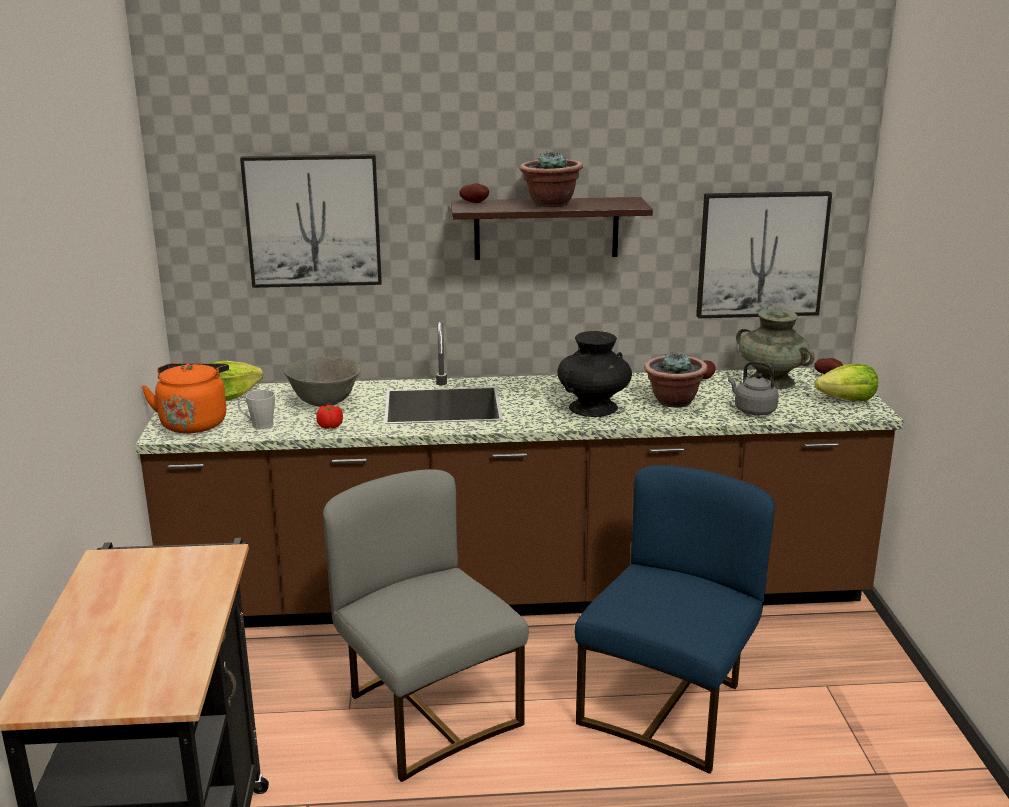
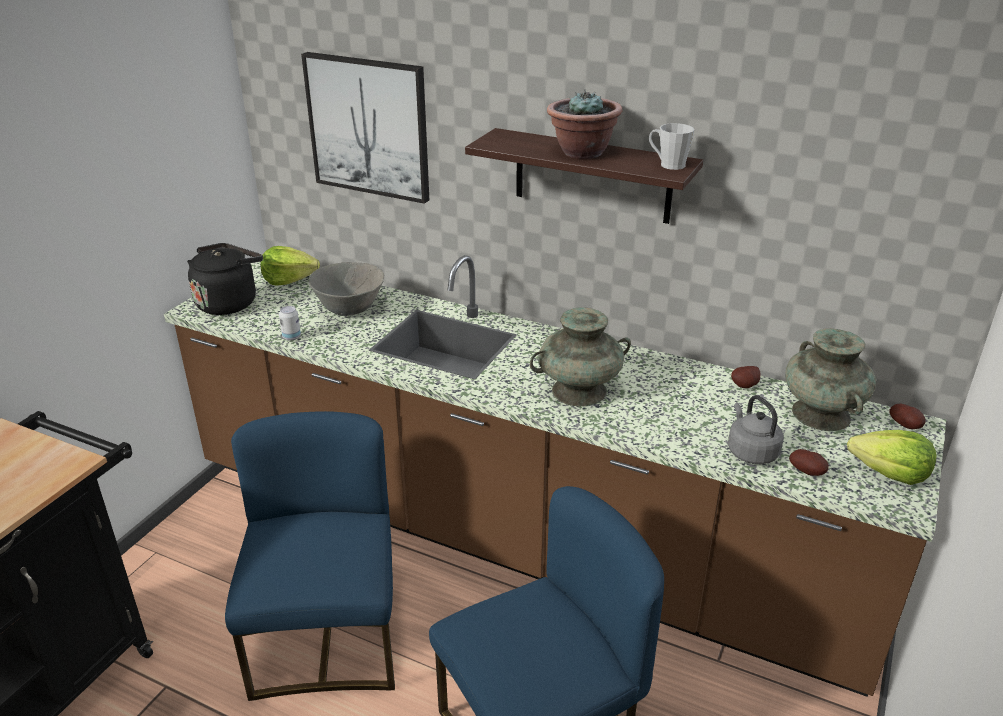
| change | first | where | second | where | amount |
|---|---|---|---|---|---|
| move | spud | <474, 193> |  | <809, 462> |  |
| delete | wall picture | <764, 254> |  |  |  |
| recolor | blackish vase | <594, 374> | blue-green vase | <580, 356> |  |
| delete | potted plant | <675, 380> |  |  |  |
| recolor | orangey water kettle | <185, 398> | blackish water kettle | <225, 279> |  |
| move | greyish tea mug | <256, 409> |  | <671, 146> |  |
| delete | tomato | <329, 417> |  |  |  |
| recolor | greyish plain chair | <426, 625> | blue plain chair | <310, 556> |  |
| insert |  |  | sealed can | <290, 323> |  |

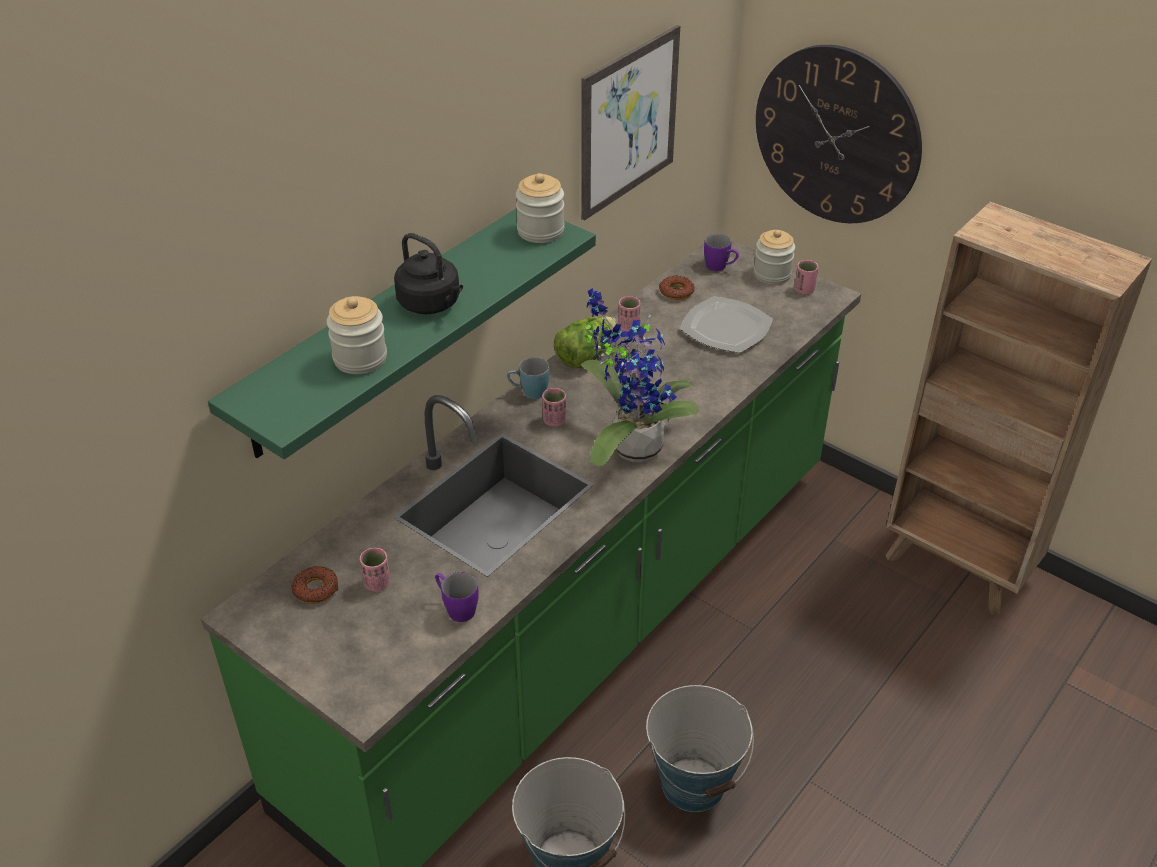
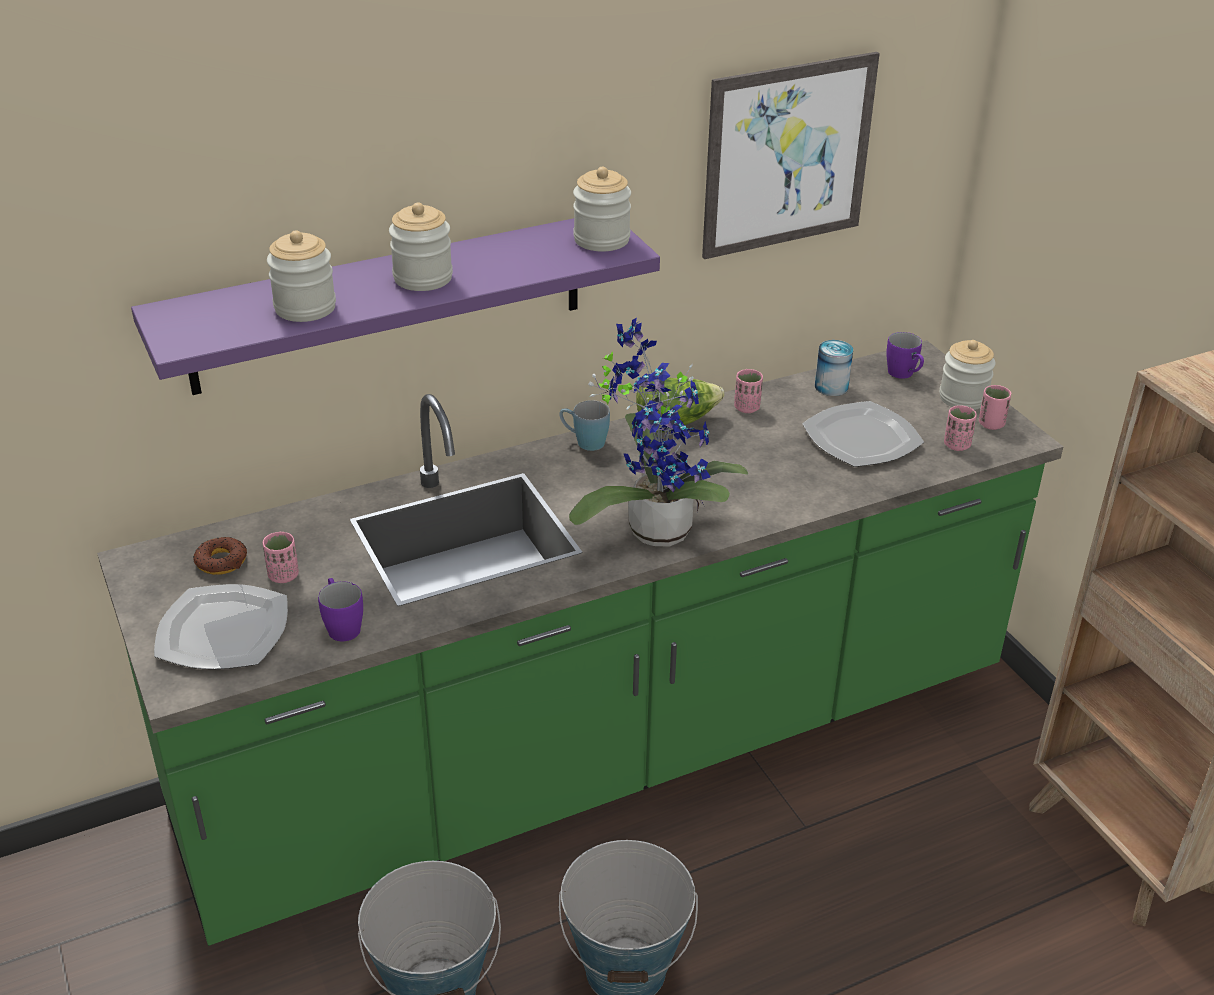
| change | first | where | second | where | amount |
|---|---|---|---|---|---|
| delete | wall clock | <839, 134> |  |  |  |
| recolor | green shelf | <402, 333> | purplish shelf | <395, 306> |  |
| replace | blackish water kettle | <428, 273> | storage jar | <421, 246> |  |
| replace | donut | <677, 288> | sealed can | <834, 368> |  |
| move | pink-coloured drinking cup | <554, 407> |  | <960, 428> |  |
| insert |  |  | dinner plate | <221, 627> |  |

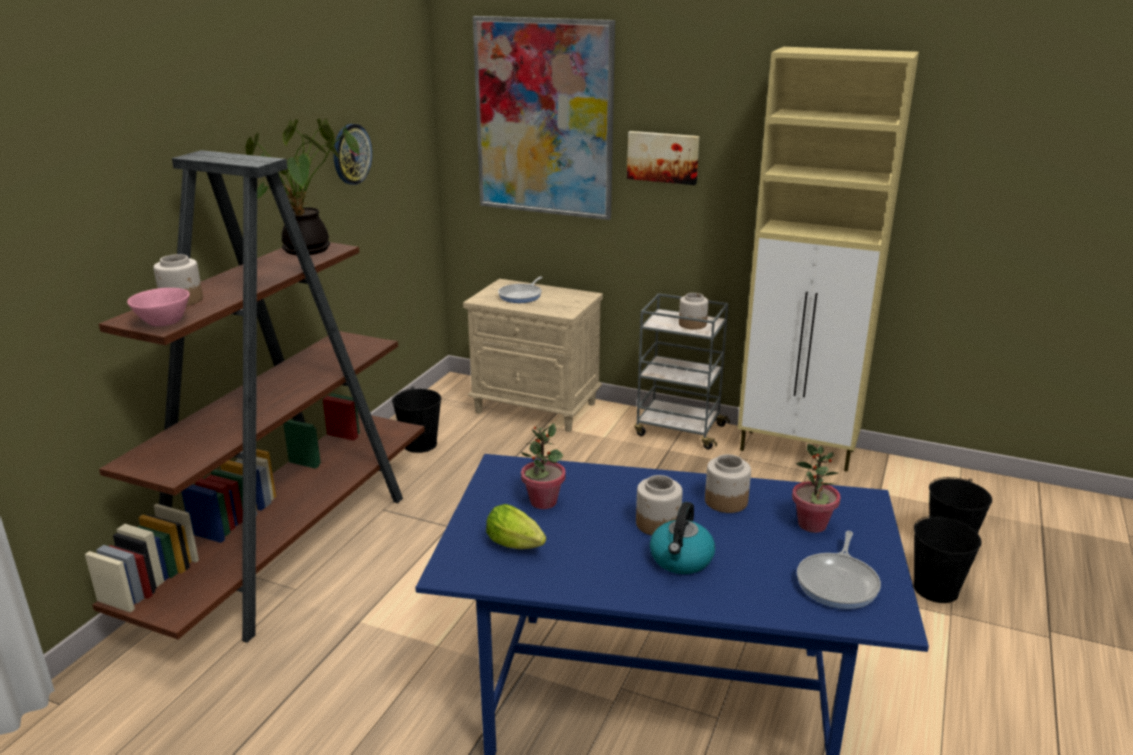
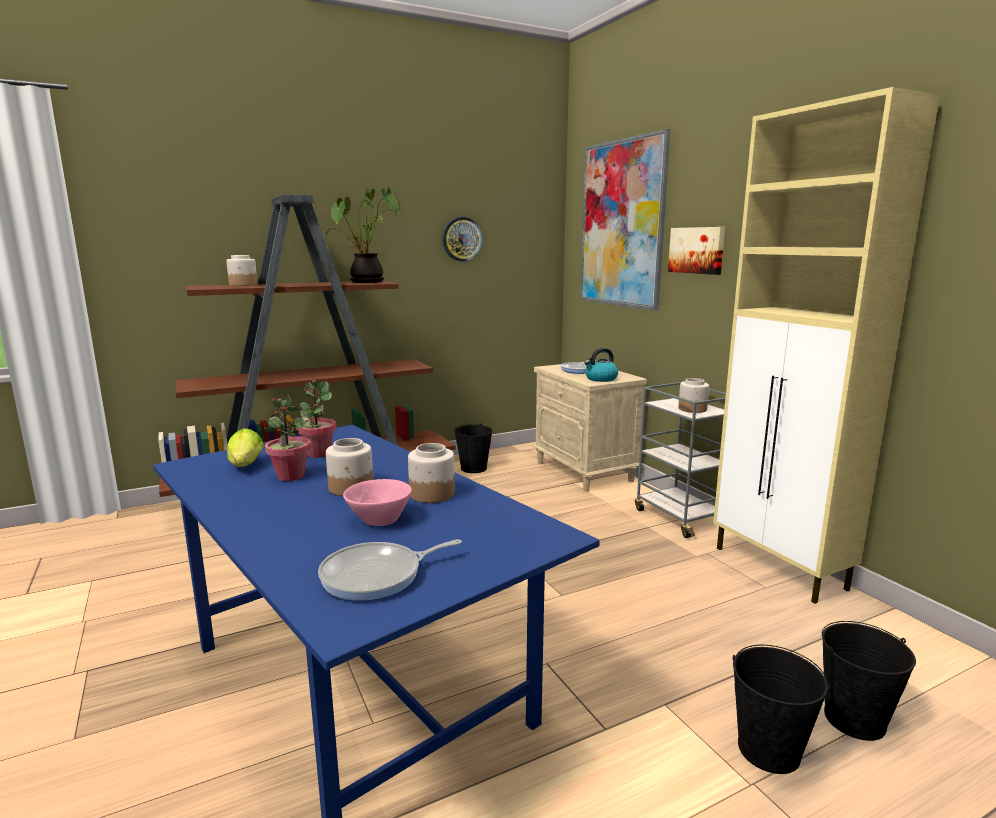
| change | first | where | second | where | amount |
|---|---|---|---|---|---|
| move | pink-coloured deep dish | <158, 307> |  | <377, 502> |  |
| move | potted plant | <816, 488> |  | <287, 437> |  |
| move | water kettle | <682, 538> |  | <601, 365> |  |

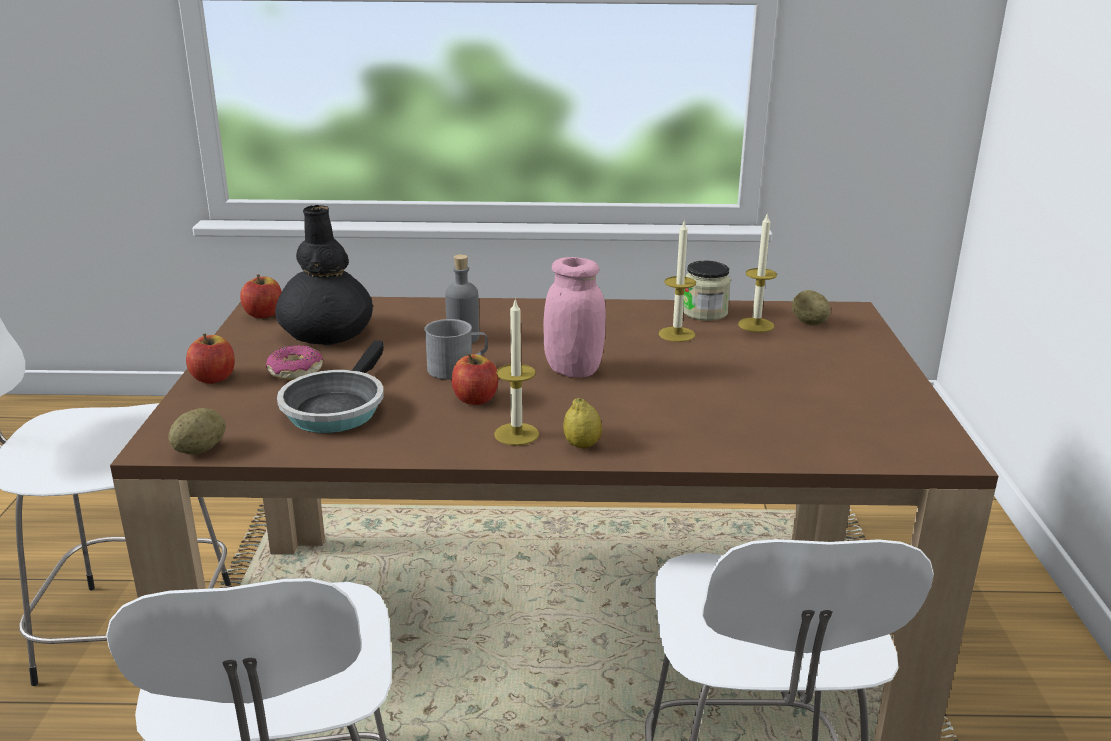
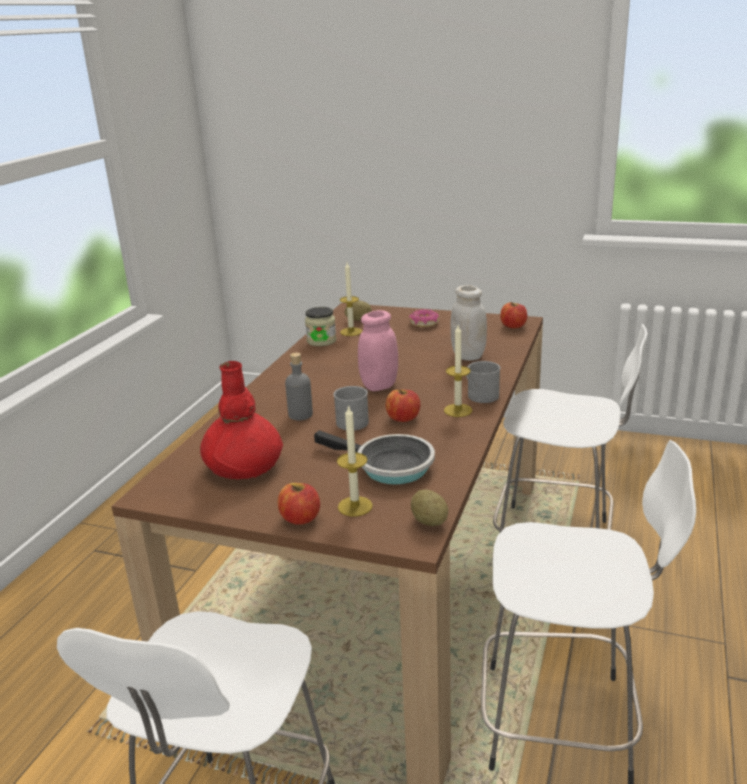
| change | first | where | second | where | amount |
|---|---|---|---|---|---|
| recolor | blackish vase | <324, 275> | reddish vase | <241, 420> |  |
| move | candle | <677, 281> |  | <355, 461> |  |
| move | whole apple | <261, 296> |  | <513, 315> |  |
| move | donut | <294, 362> |  | <424, 318> |  |
| replace | whole lemon | <582, 423> | greyish tea mug | <483, 382> |  |
| insert |  |  | white storage jar | <468, 323> |  |

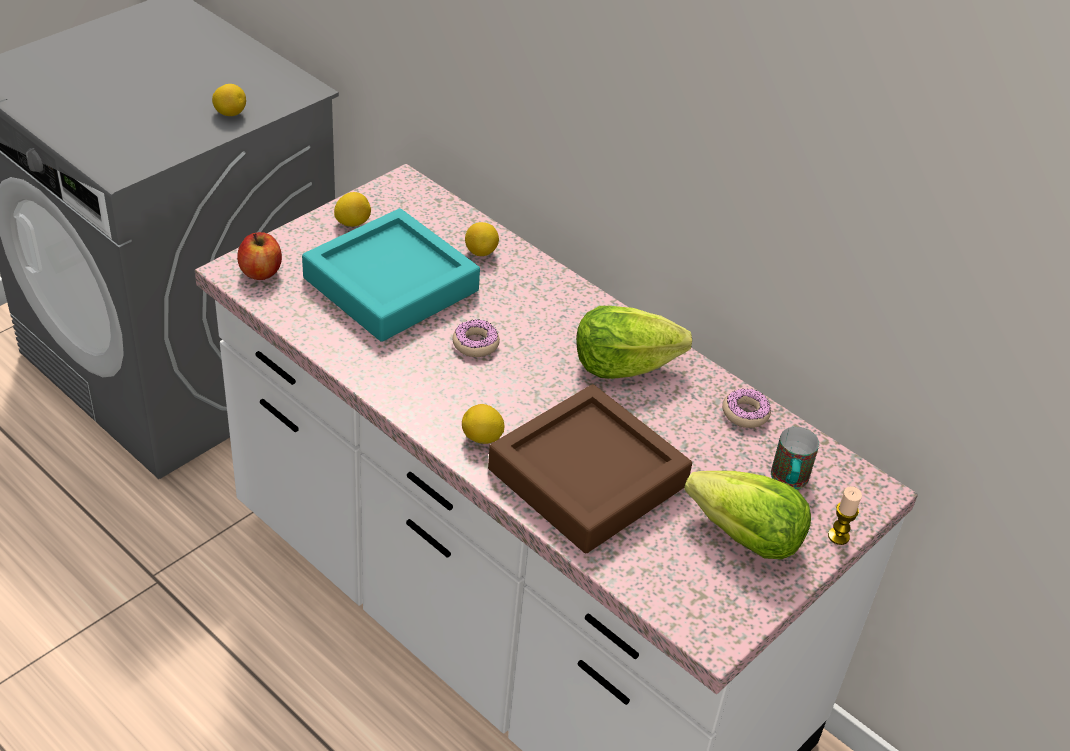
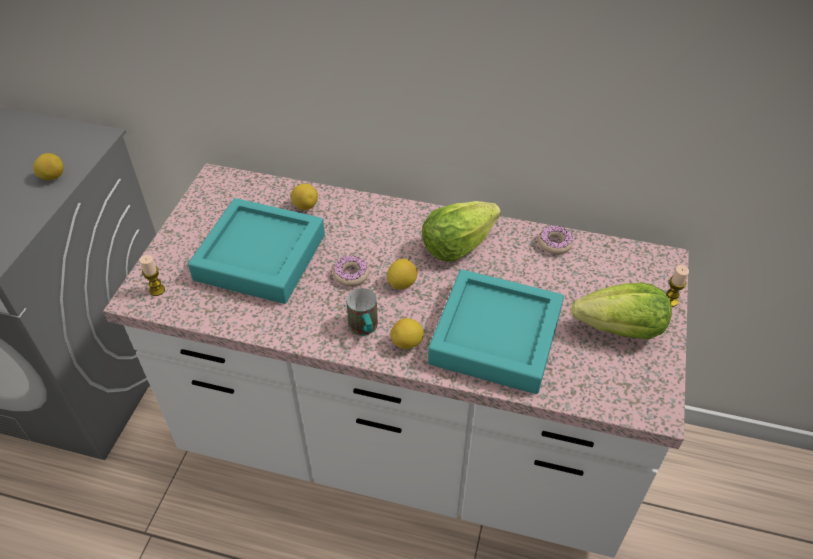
| change | first | where | second | where | amount |
|---|---|---|---|---|---|
| move | whole lemon | <352, 209> |  | <402, 274> |  |
| replace | whole apple | <259, 256> | candle | <152, 275> |  |
| recolor | brown-coloured serving tray | <590, 468> | blue-green serving tray | <496, 331> |  |
| move | tea mug | <795, 458> |  | <362, 312> |  |

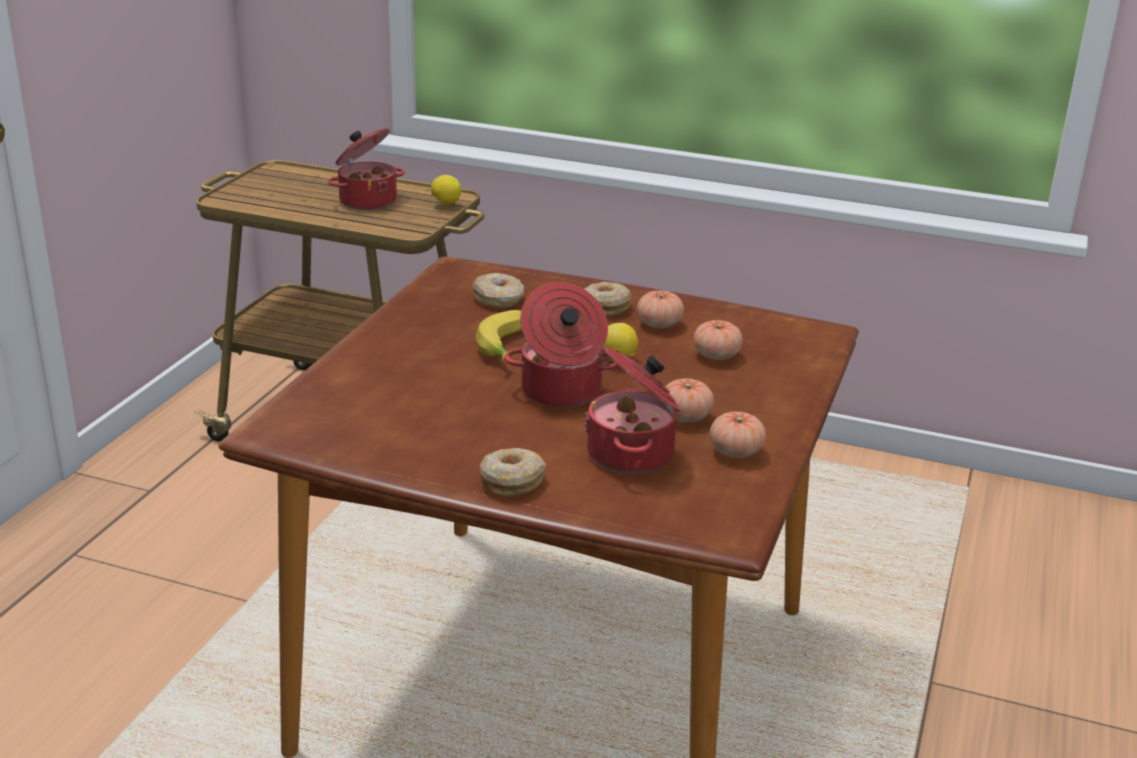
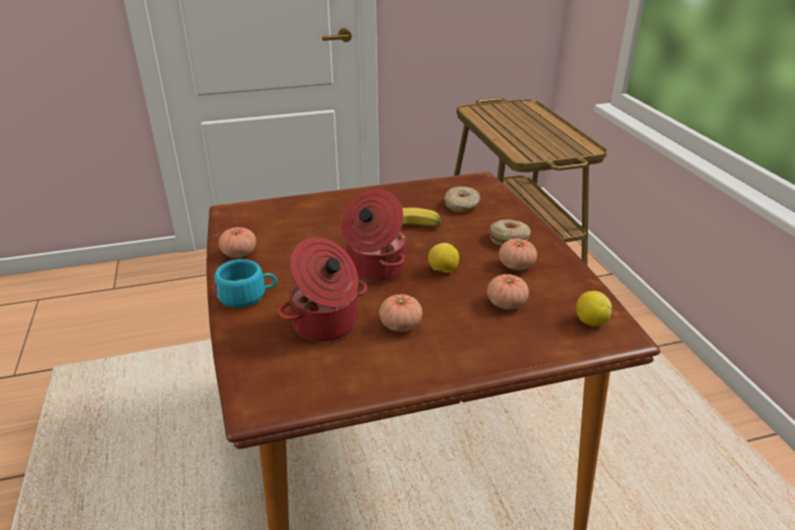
| change | first | where | second | where | amount |
|---|---|---|---|---|---|
| delete | saucepot | <366, 169> |  |  |  |
| move | whole lemon | <446, 190> |  | <594, 309> |  |
| move | tomato | <737, 435> |  | <237, 242> |  |
| replace | donut | <512, 472> | blue-green drinking cup | <245, 283> |  |

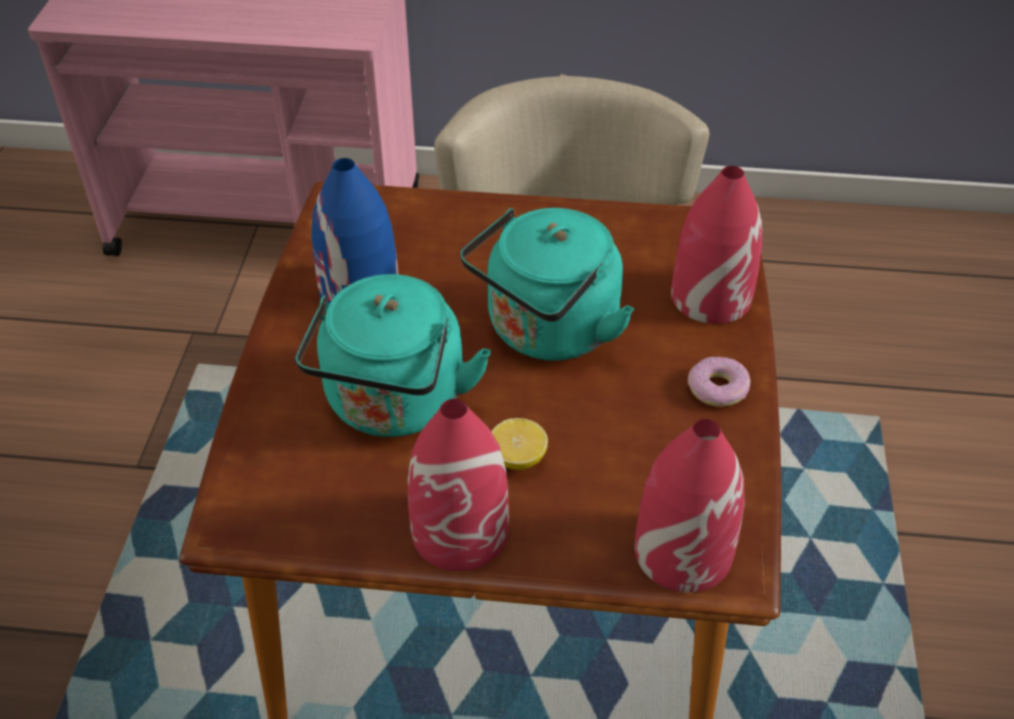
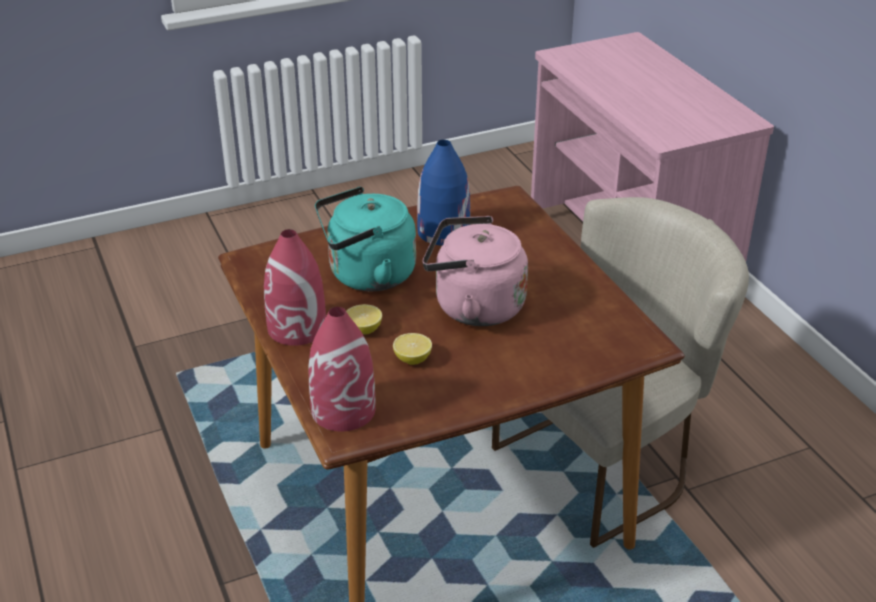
| change | first | where | second | where | amount |
|---|---|---|---|---|---|
| delete | reddish vase | <716, 245> |  |  |  |
| recolor | blue-green water kettle | <547, 284> | pink-coloured water kettle | <475, 271> |  |
| delete | donut | <719, 382> |  |  |  |
| insert |  |  | whole lemon | <412, 349> |  |

